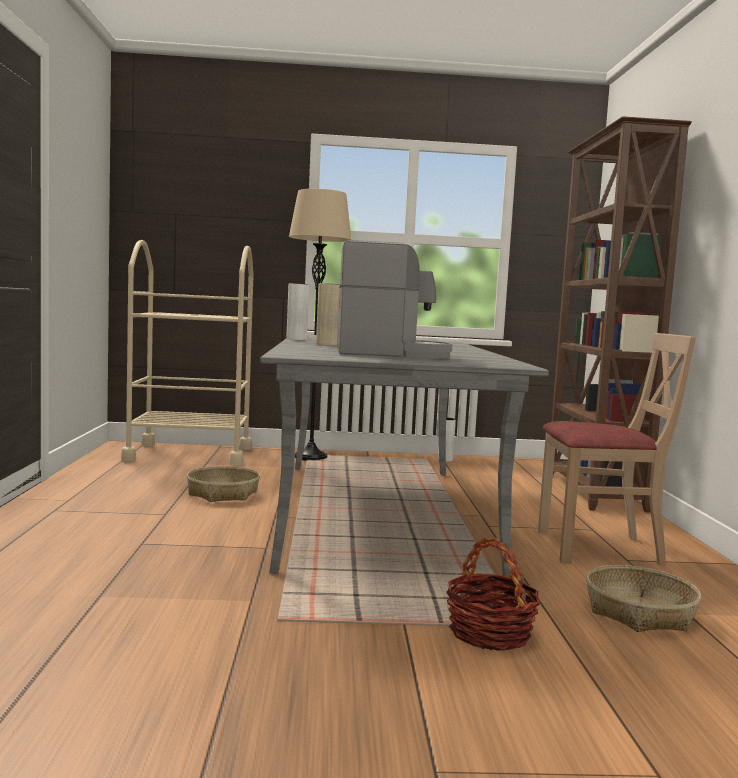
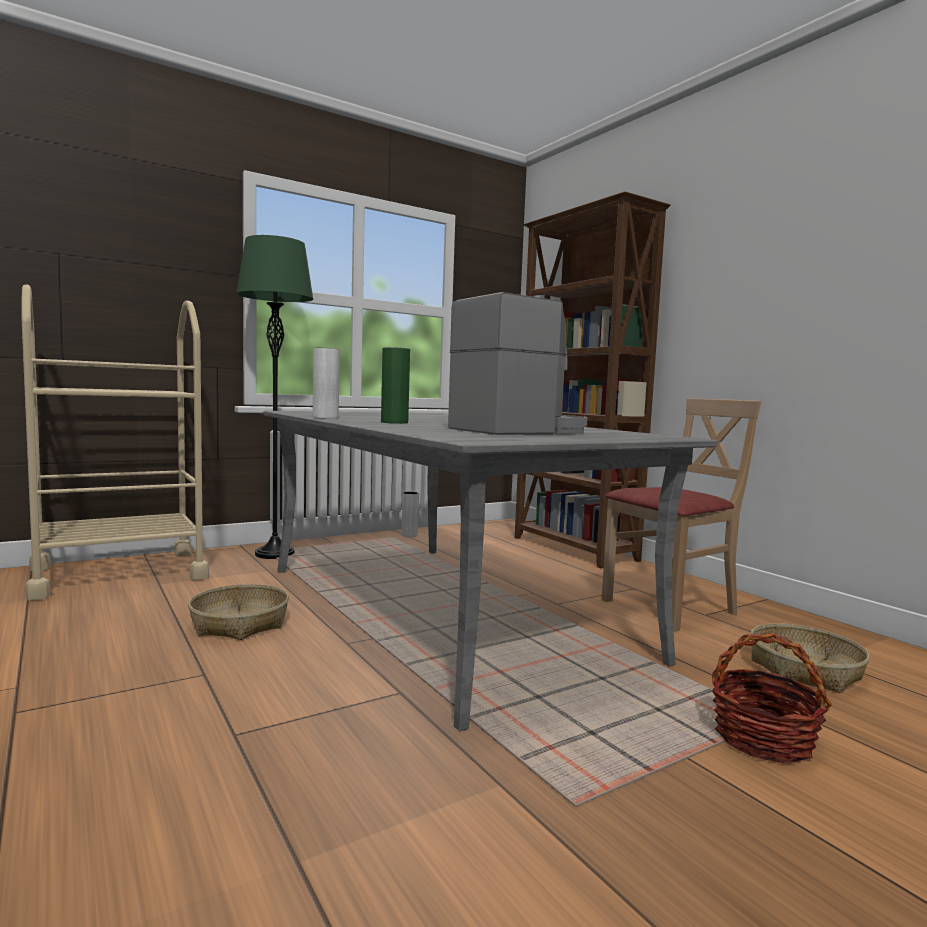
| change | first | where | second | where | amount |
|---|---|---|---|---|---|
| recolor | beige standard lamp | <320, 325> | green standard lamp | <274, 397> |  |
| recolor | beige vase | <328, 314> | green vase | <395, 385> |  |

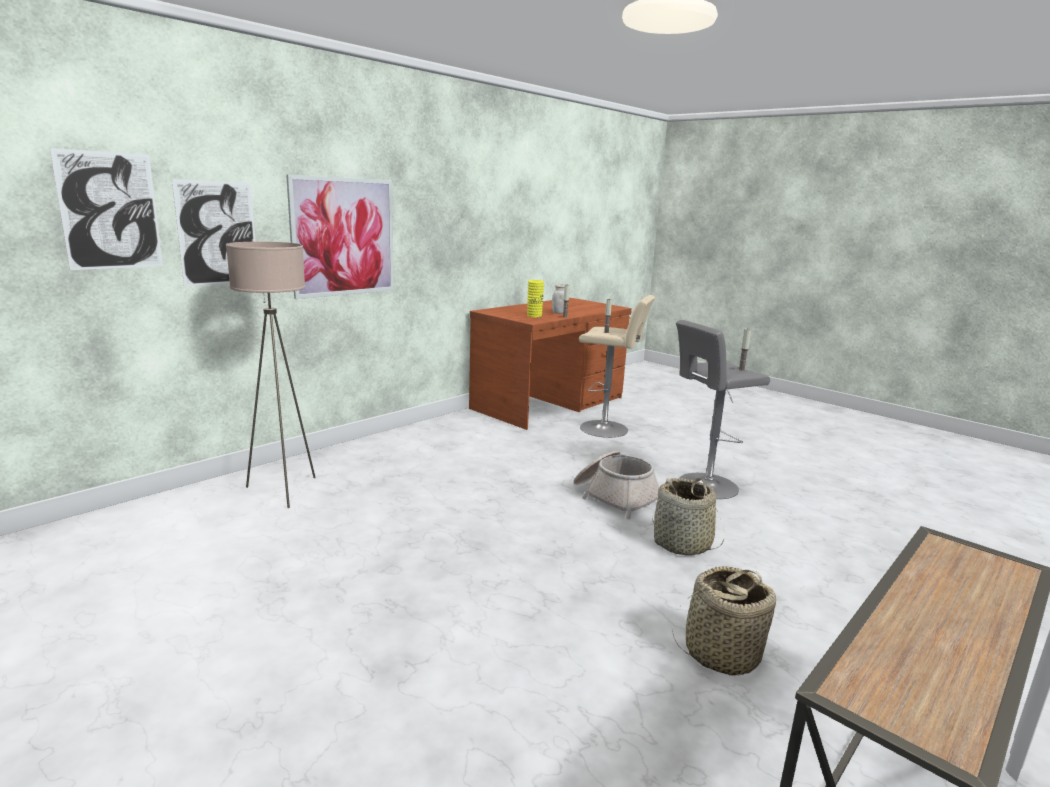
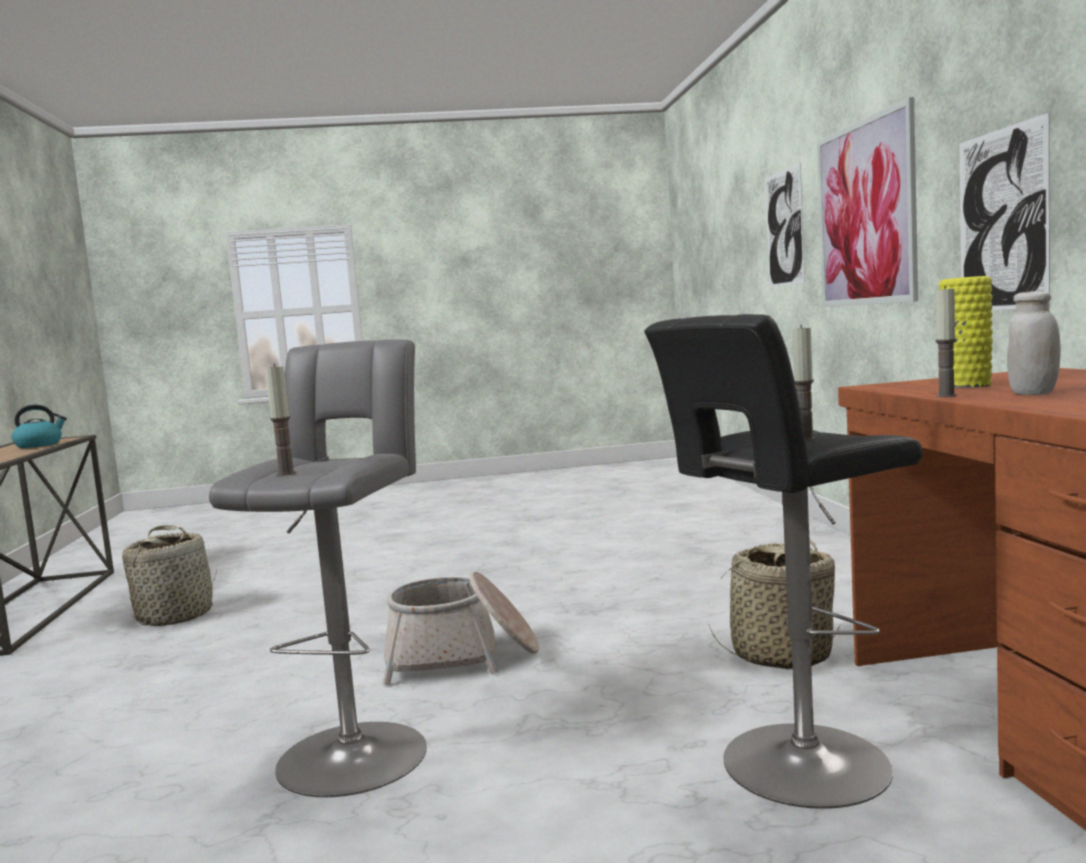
| change | first | where | second | where | amount |
|---|---|---|---|---|---|
| move | wall picture | <106, 209> |  | <1004, 211> |  |
| delete | beige standard lamp | <271, 375> |  |  |  |
| recolor | beige stool | <617, 366> | blackish stool | <783, 561> |  |
| move | basket | <688, 516> |  | <775, 605> |  |
| insert |  |  | water kettle | <39, 426> |  |

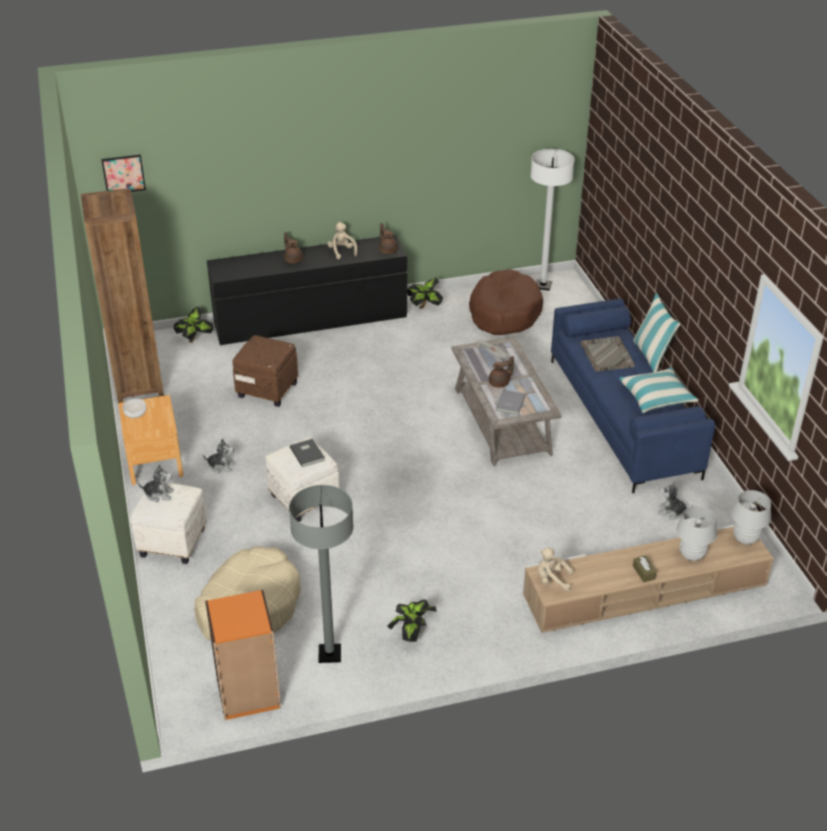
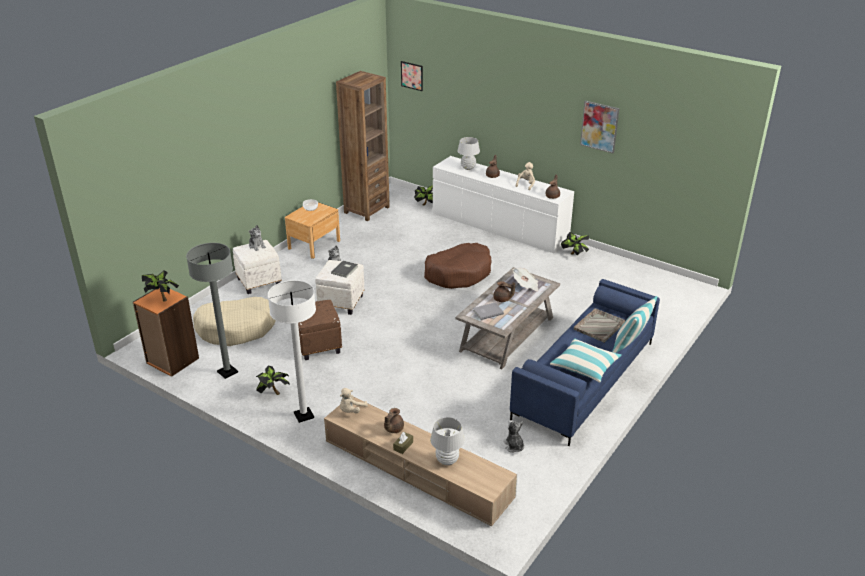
| change | first | where | second | where | amount |
|---|---|---|---|---|---|
| move | white standard lamp | <552, 220> |  | <292, 351> |  |
| recolor | blackish drawer chest | <307, 290> | white drawer chest | <503, 205> |  |
| move | brown-coloured dog cushion | <506, 302> |  | <458, 266> |  |
| move | brown-coloured ottoman | <265, 371> |  | <320, 330> |  |
| move | white table lamp | <751, 517> |  | <468, 153> |  |
| rotate | beige cuddly toy | <555, 569> |  | <354, 401> | 120 degrees counterclockwise |
| insert |  |  | wall picture | <599, 127> |  |
| insert |  |  | potted plant | <160, 286> |  |
| insert |  |  | brown-coloured pot for tea | <394, 420> |  |

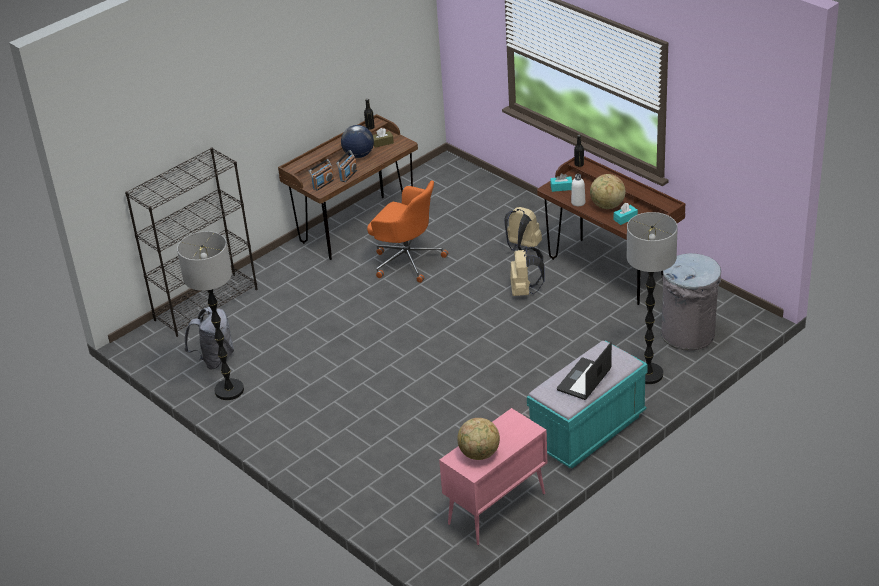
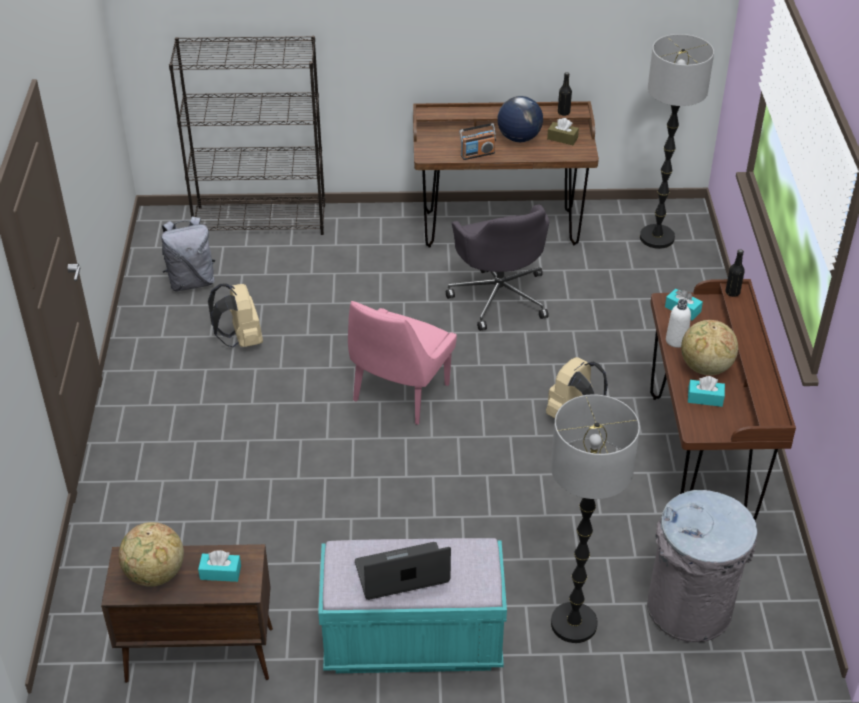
| change | first | where | second | where | amount |
|---|---|---|---|---|---|
| delete | radio | <321, 175> |  |  |  |
| recolor | orangey desk chair | <407, 231> | greyish desk chair | <497, 268> |  |
| move | beige backpack | <523, 229> |  | <235, 315> |  |
| move | standard lamp | <210, 315> |  | <677, 141> |  |
| recolor | pink-coloured storage cabinet | <493, 476> | brown-coloured storage cabinet | <187, 613> |  |
| insert |  |  | pink-coloured plain chair | <402, 363> |  |
| insert |  |  | blue-green tissue holder | <219, 566> |  |

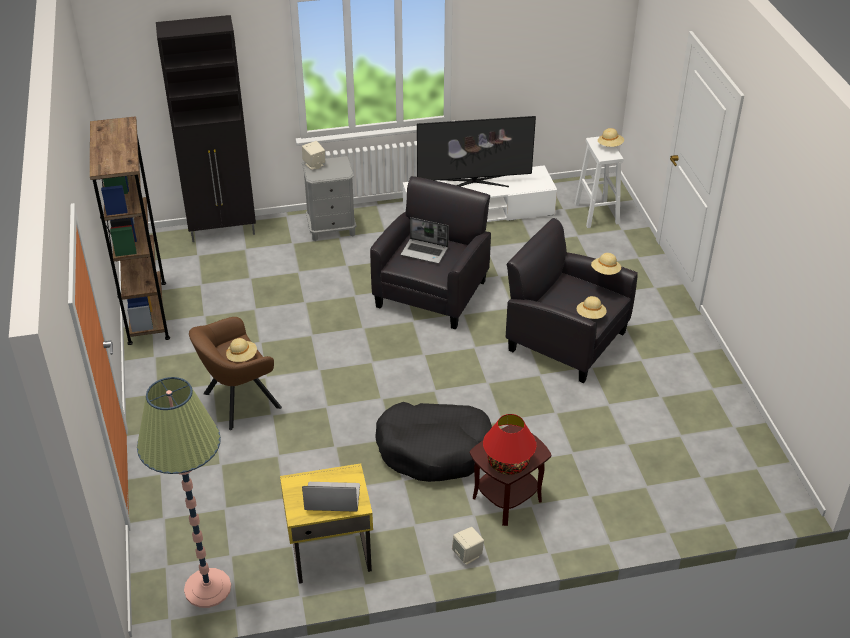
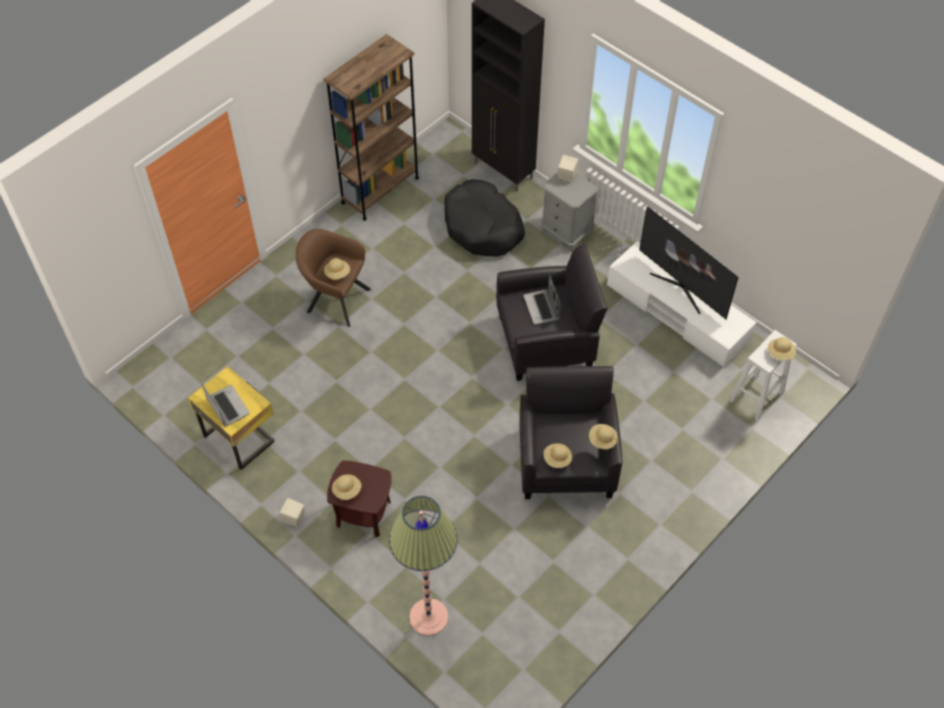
| change | first | where | second | where | amount |
|---|---|---|---|---|---|
| move | standard lamp | <184, 492> |  | <423, 566> |  |
| move | blackish dog cushion | <433, 442> |  | <484, 217> |  |
| replace | reddish table lamp | <509, 444> | beige clothing hat | <346, 487> |  |

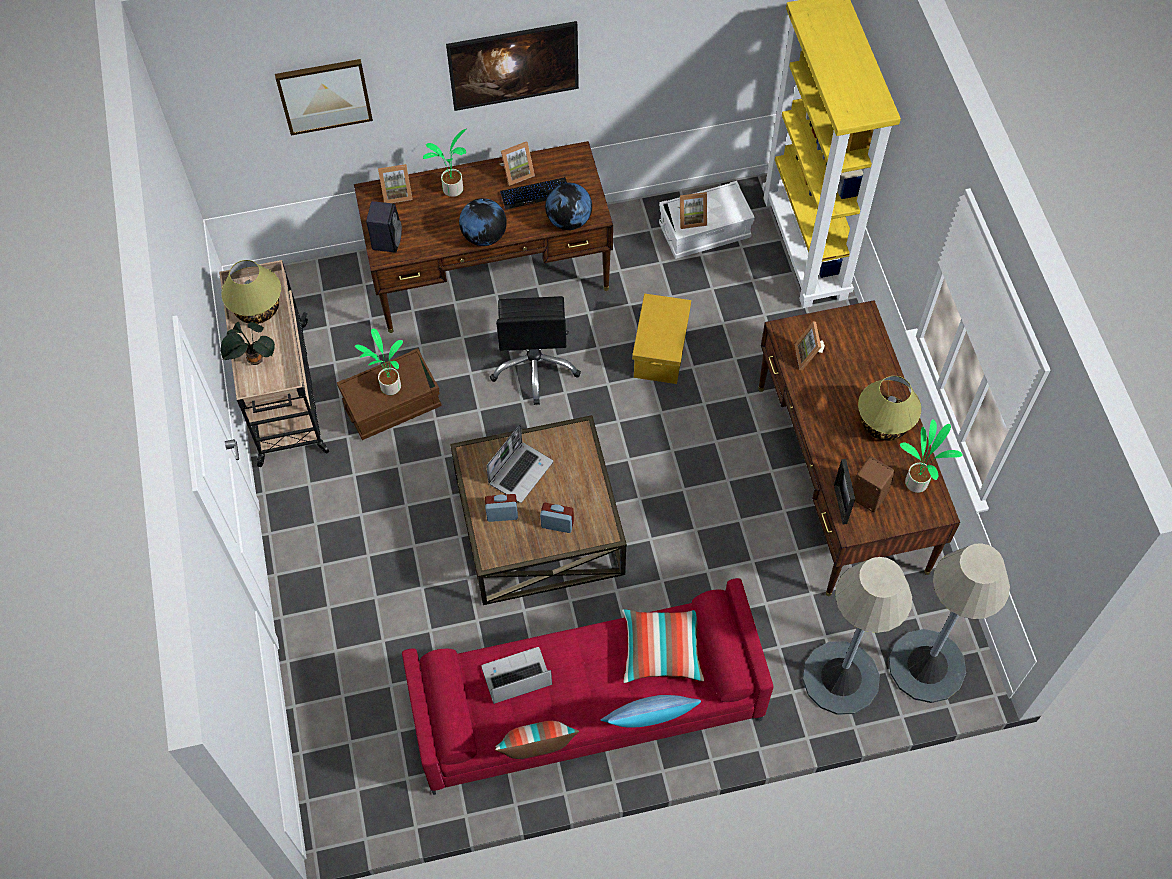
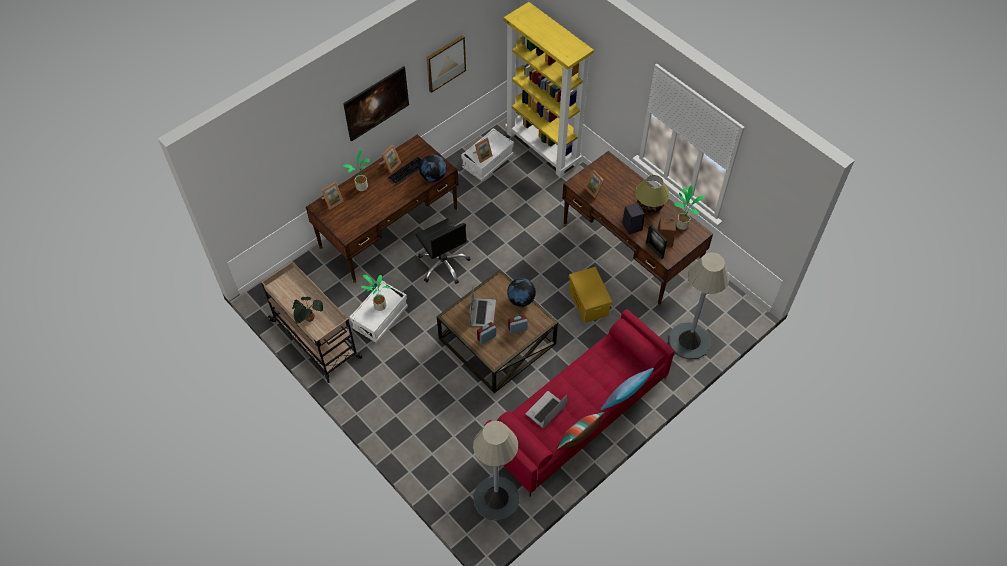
| change | first | where | second | where | amount |
|---|---|---|---|---|---|
| move | wall picture | <324, 97> |  | <446, 64> |  |
| move | world globe | <483, 222> |  | <521, 292> |  |
| move | blackish loudspeaker | <384, 227> |  | <633, 219> |  |
| delete | table lamp | <251, 292> |  |  |  |
| move | yellowish storage box | <661, 339> |  | <590, 295> |  |
| recolor | brown-coloured storage box | <389, 394> | white storage box | <378, 312> |  |
| move | greyish standard lamp | <949, 623> |  | <496, 471> |  |
| delete | pillow | <663, 646> |  |  |  |

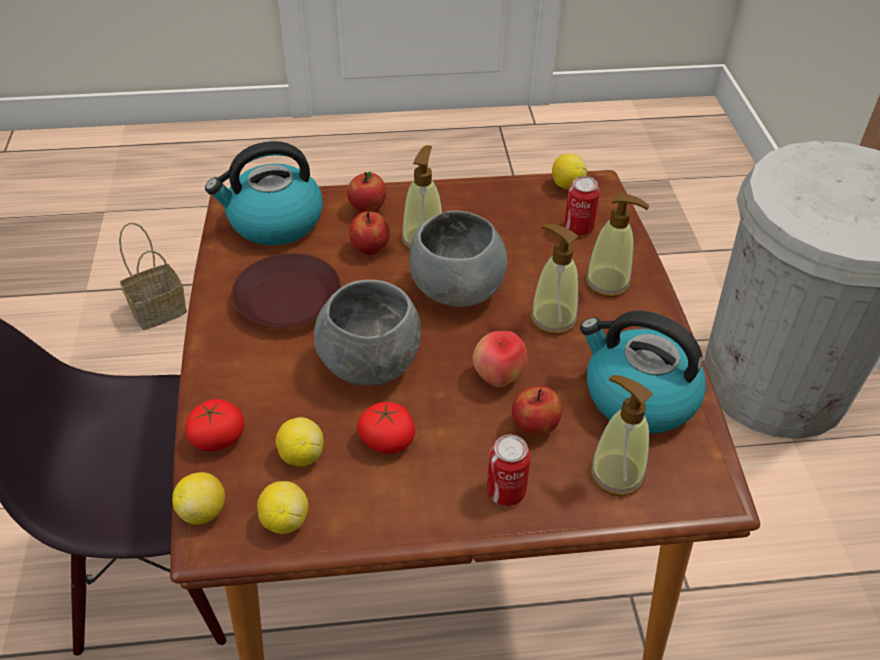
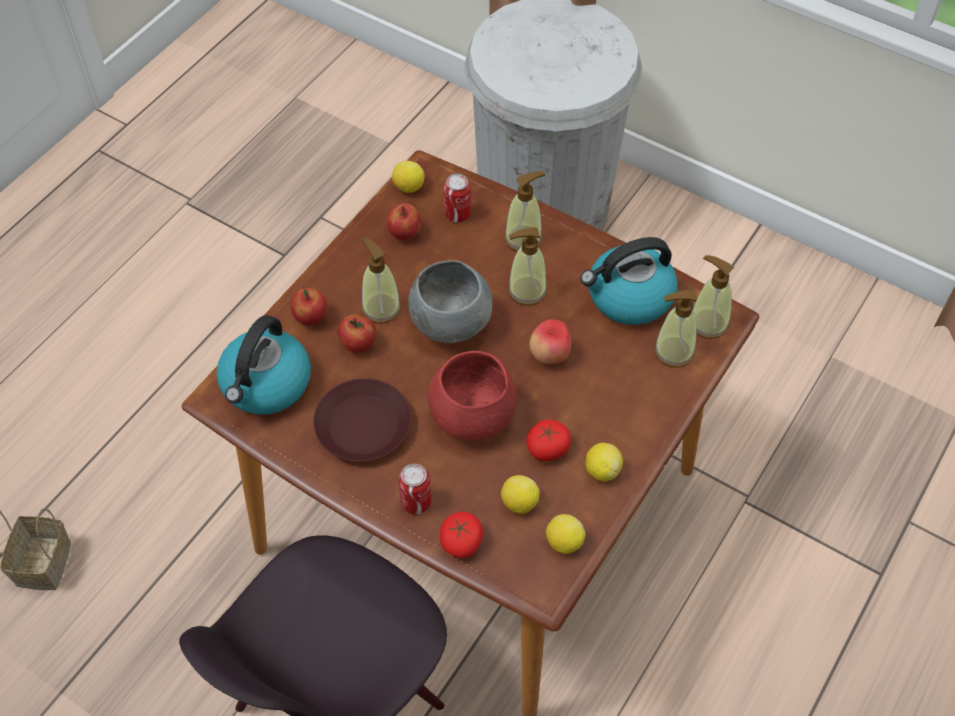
| change | first | where | second | where | amount |
|---|---|---|---|---|---|
| recolor | greyish deep dish | <367, 333> | reddish deep dish | <472, 395> |  |
| move | whole apple | <537, 411> |  | <404, 221> |  |
| move | sealed can | <509, 470> |  | <415, 489> |  |
| move | whole lemon | <198, 498> |  | <604, 462> |  |
| insert |  |  | soap bottle | <713, 297> |  |

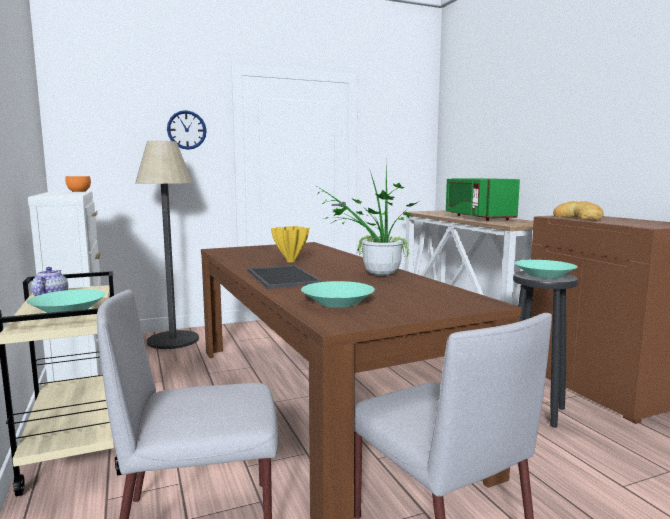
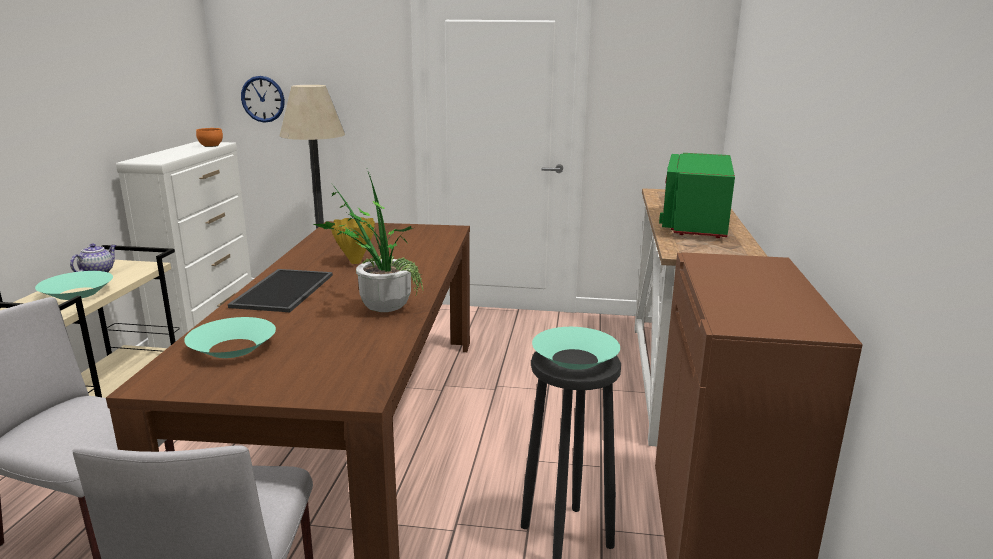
| change | first | where | second | where | amount |
|---|---|---|---|---|---|
| move | wall clock | <187, 130> |  | <263, 99> |  |
| delete | bakery bread | <578, 210> |  |  |  |

